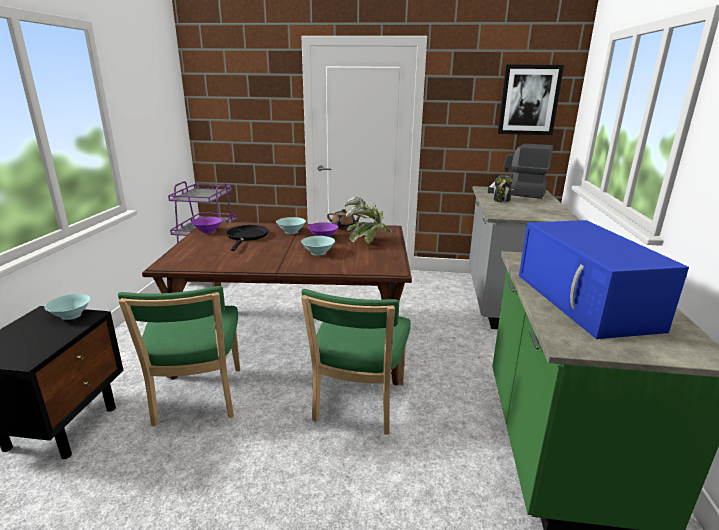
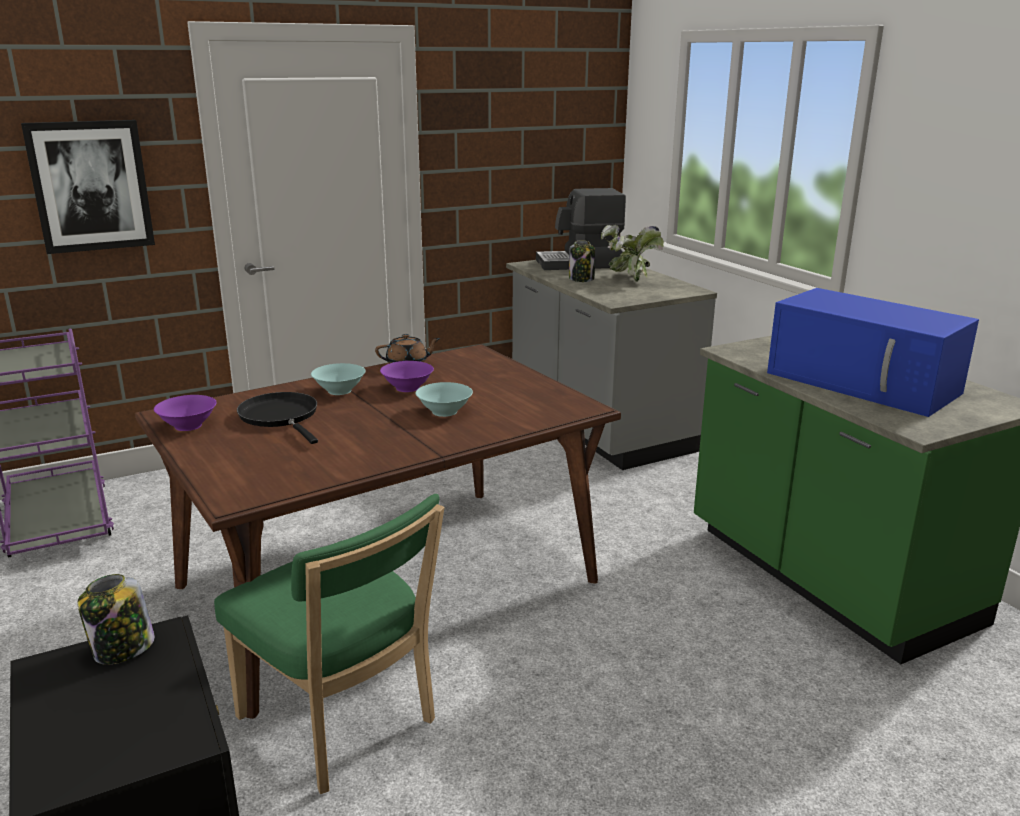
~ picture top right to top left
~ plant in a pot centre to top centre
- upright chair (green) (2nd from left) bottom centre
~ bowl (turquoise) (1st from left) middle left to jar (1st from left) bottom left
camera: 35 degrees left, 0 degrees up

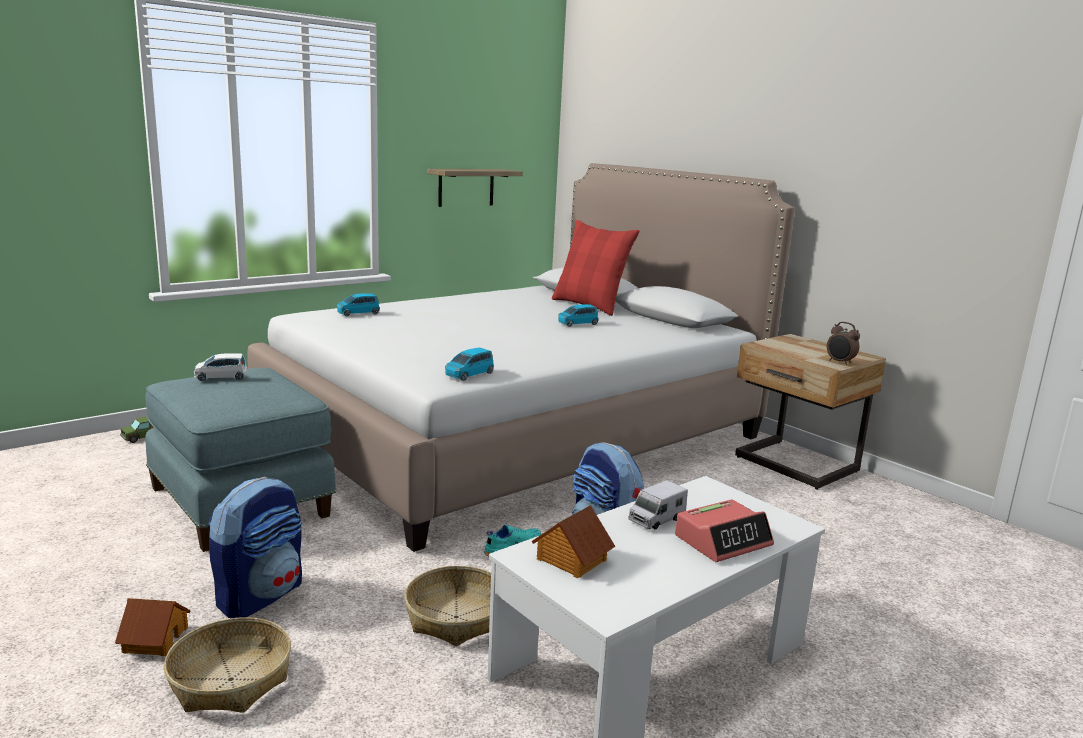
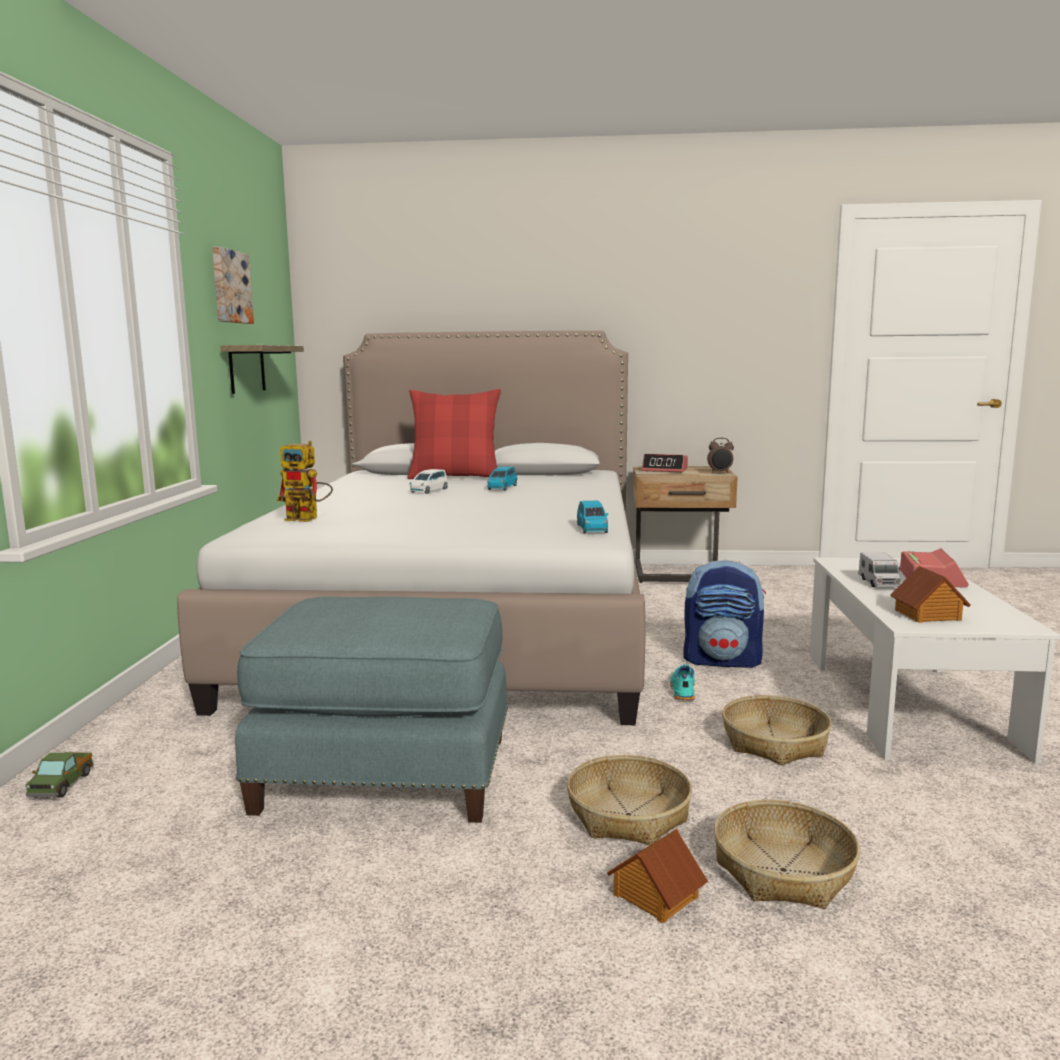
~ toy car (bluish) (1st from left) middle left to robot figure middle left
~ toy car (whitish) middle left to centre
~ backpack (1st from left) bottom left to basket (1st from left) bottom centre
+ picture top left
+ alarm clock (1st from left) centre
camera: 45 degrees left, 5 degrees down

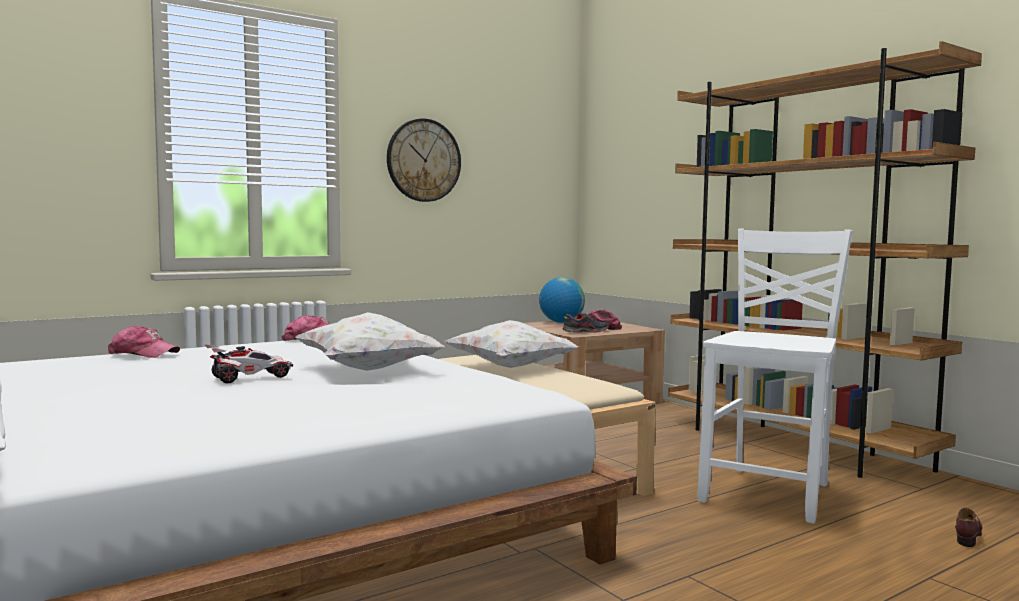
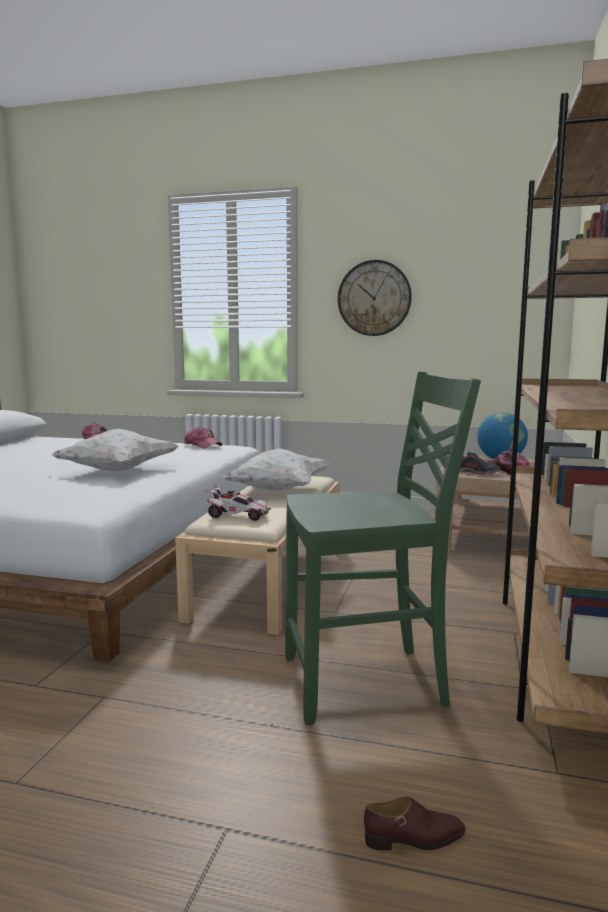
~ upright chair (whitish) middle right to upright chair (green) centre
~ toy car middle left to centre
camera: 50 degrees right, 5 degrees up

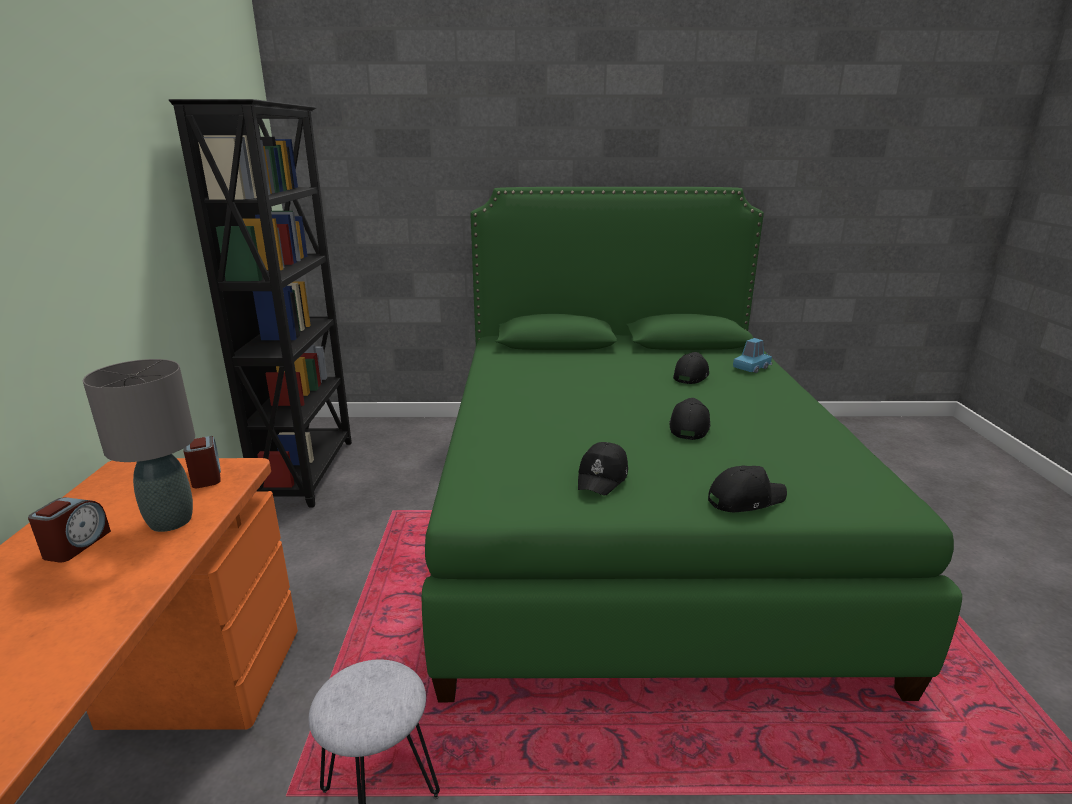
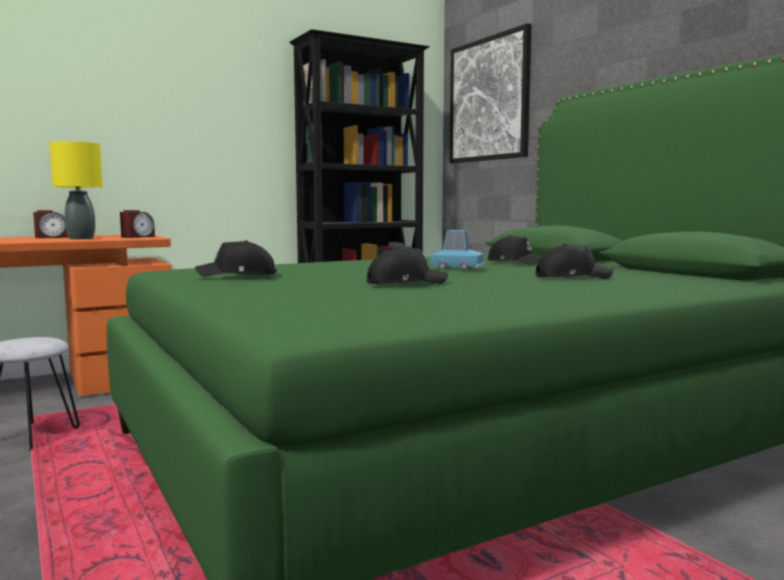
~ toy car (bluish) middle right to centre
~ tabletop lamp (greyish) middle left to tabletop lamp (yellowish) top left
~ peaked cap (black) (4th from left in the first image) middle right to peaked cap (black) (3rd from left) centre
+ picture top centre
camera: 60 degrees right, 15 degrees down

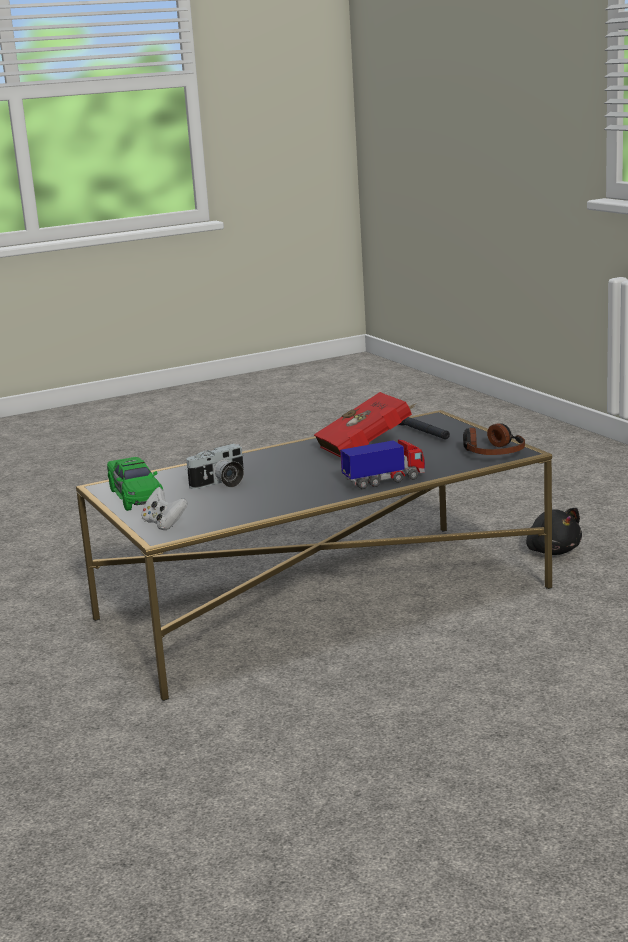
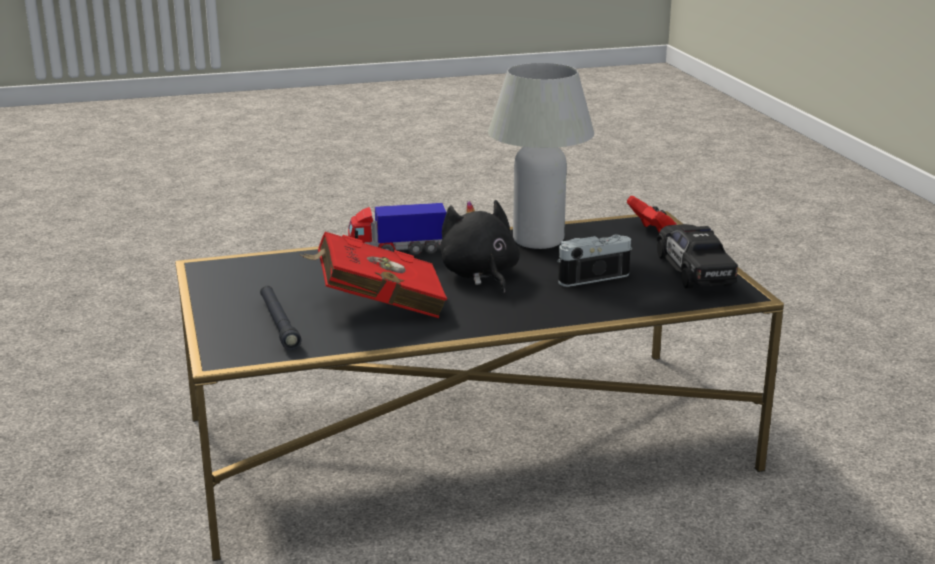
- headset middle right
~ toy car (green) middle left to toy car (black) middle right
~ gamepad (whitish) middle left to gamepad (reddish) middle right
~ plush toy (black) middle right to centre
+ tabletop lamp (whitish) top centre
camera: 170 degrees left, 5 degrees up

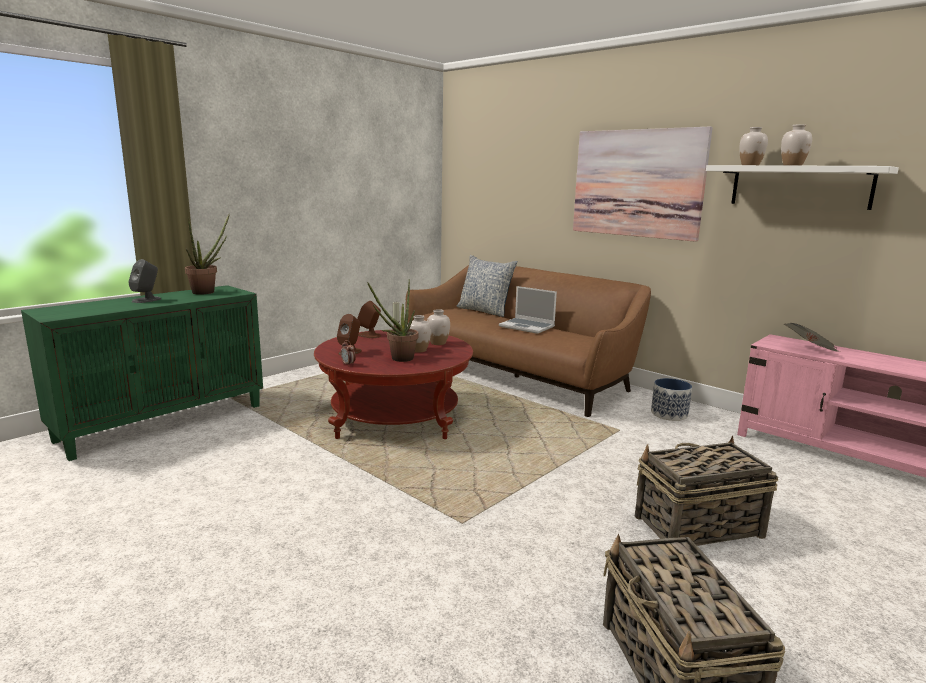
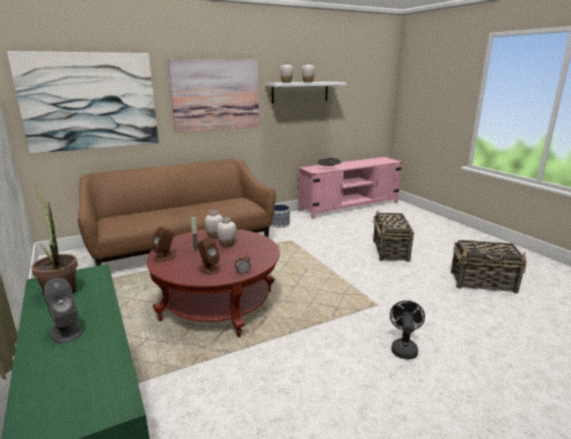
- throw pillow centre
- plant in a pot (2nd from left) centre
- portable computer centre
+ picture (1st from left) top left
+ fan (black) bottom right
camera: 70 degrees left, 5 degrees up

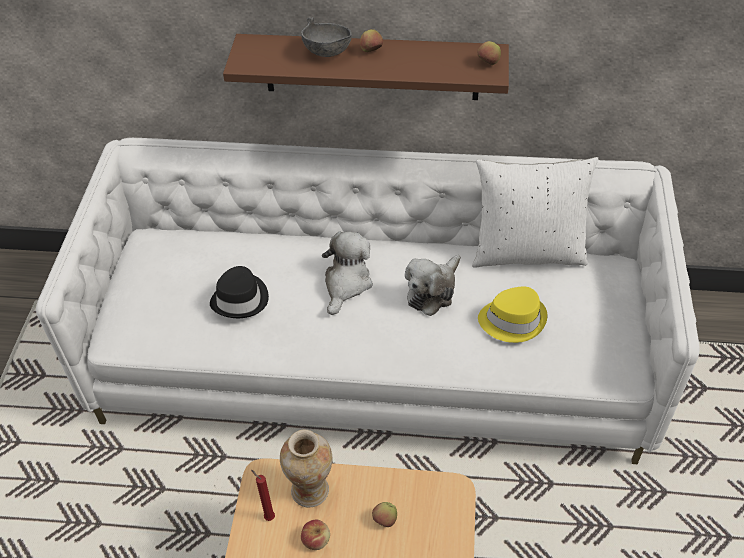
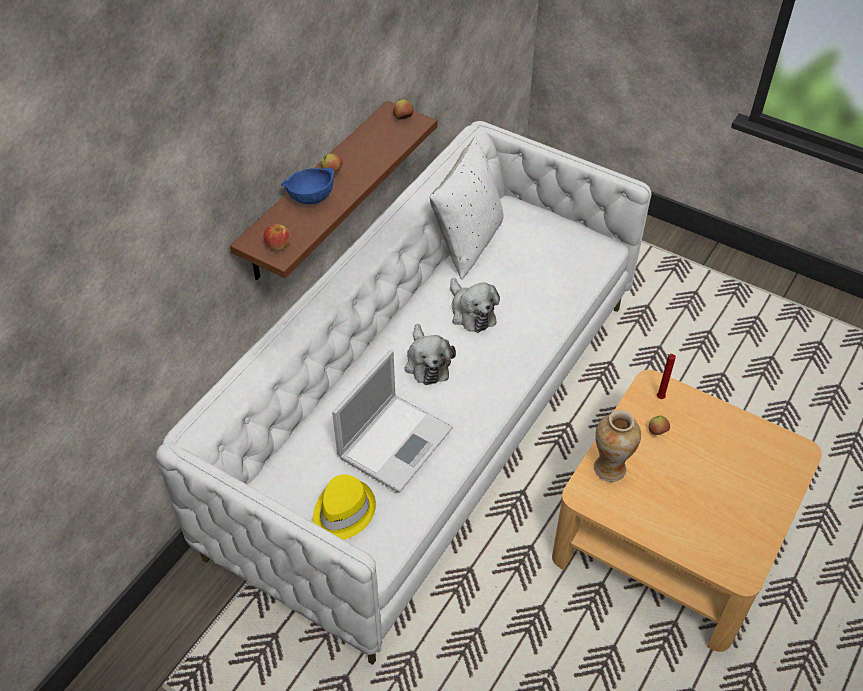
~ bowl (greyish) top centre to bowl (bluish) top centre
~ plush toy (1st from left) centre = centre 150 degrees counterclockwise
~ hat (black) middle left to portable computer centre
~ hat (yellowish) middle right to bottom centre
~ wax candle (reddish) bottom centre to middle right
~ whole apple (1st from left) bottom centre to middle left
camera: 65 degrees left, 0 degrees up

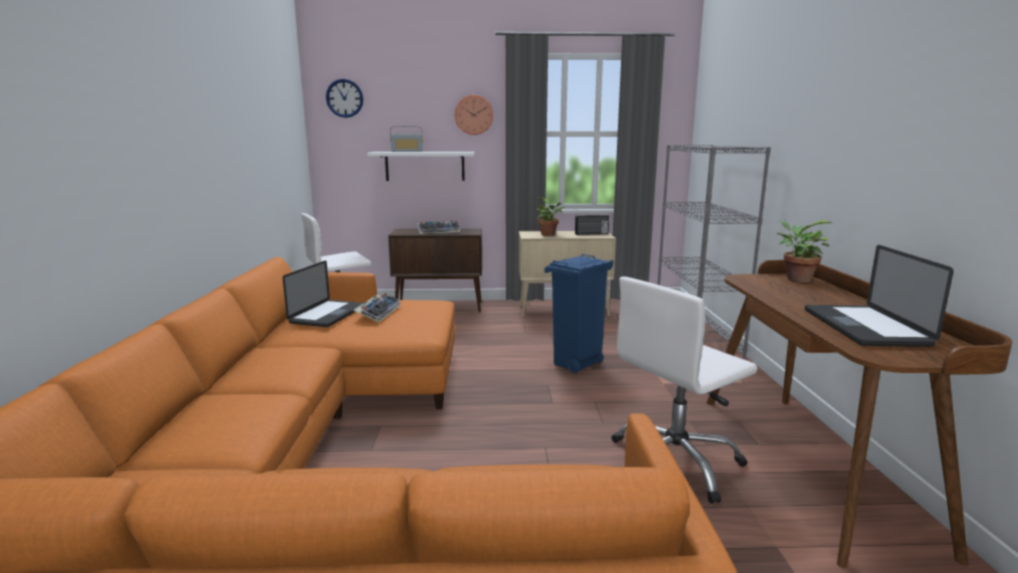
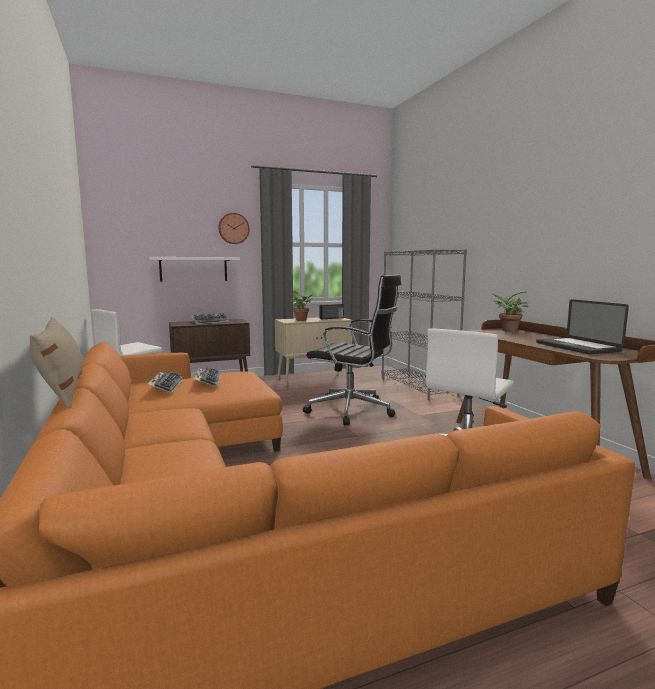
- hanging clock (1st from left) top centre
- radio receiver (1st from left) top centre
~ rubbish bin (bluish) centre to desk chair (black) centre
~ portable computer (1st from left) middle left to PC keyboard (1st from left) middle left
+ throw pillow (beige-coloured) middle left
camera: 20 degrees left, 5 degrees down

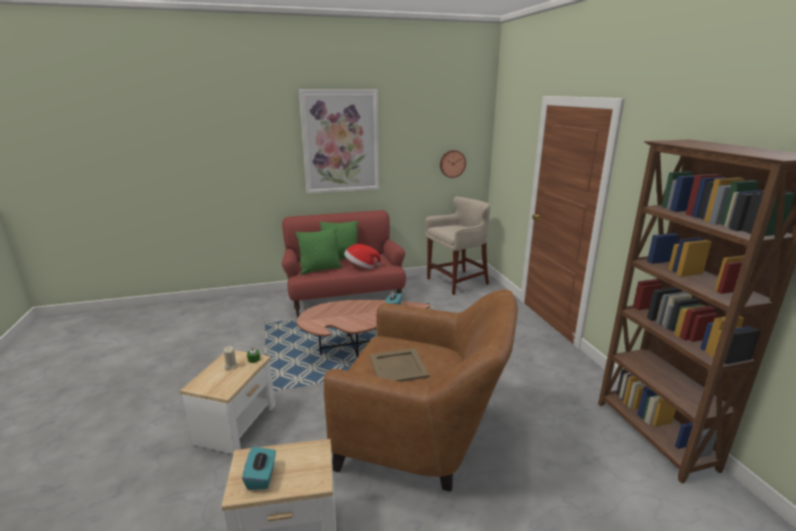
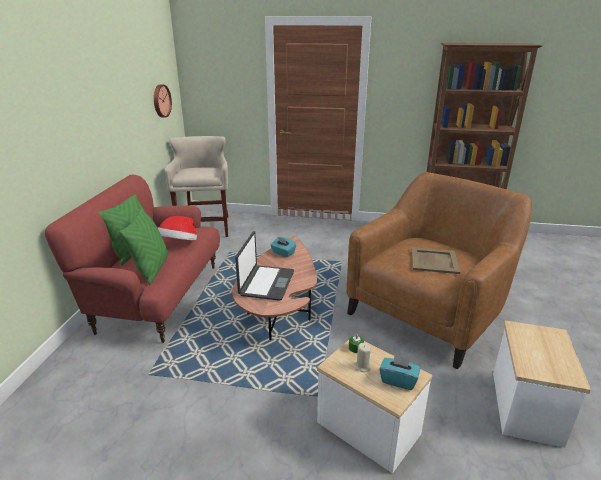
- picture top centre
~ tissue holder (turquoise) (1st from left in the first image) bottom left to tissue holder (turquoise) (2nd from left) bottom centre
+ portable computer centre
camera: 65 degrees left, 5 degrees up

